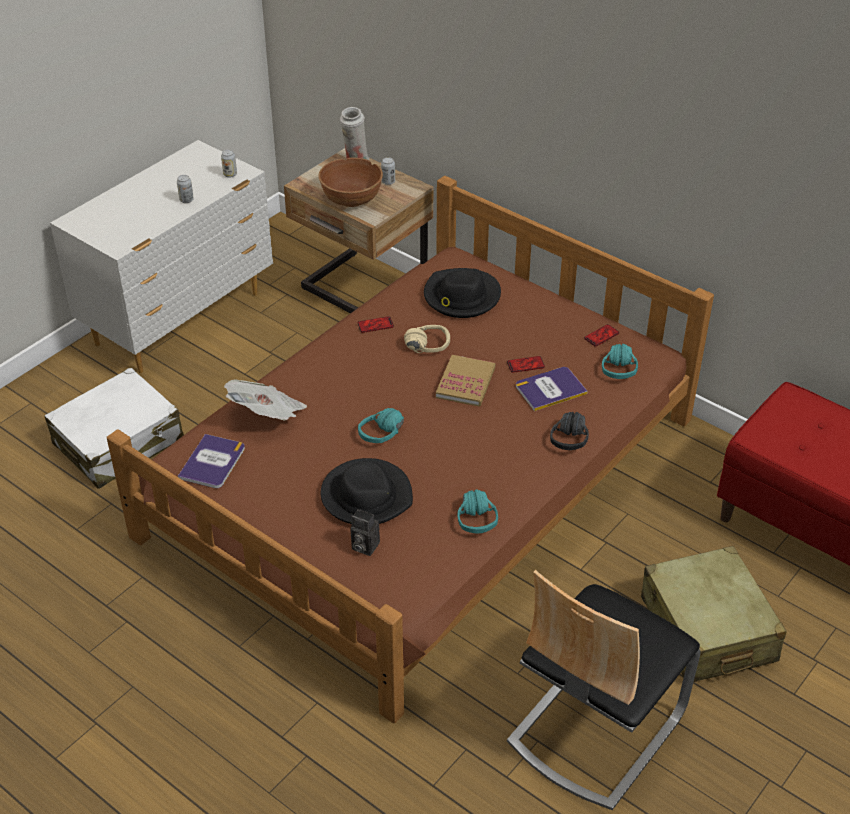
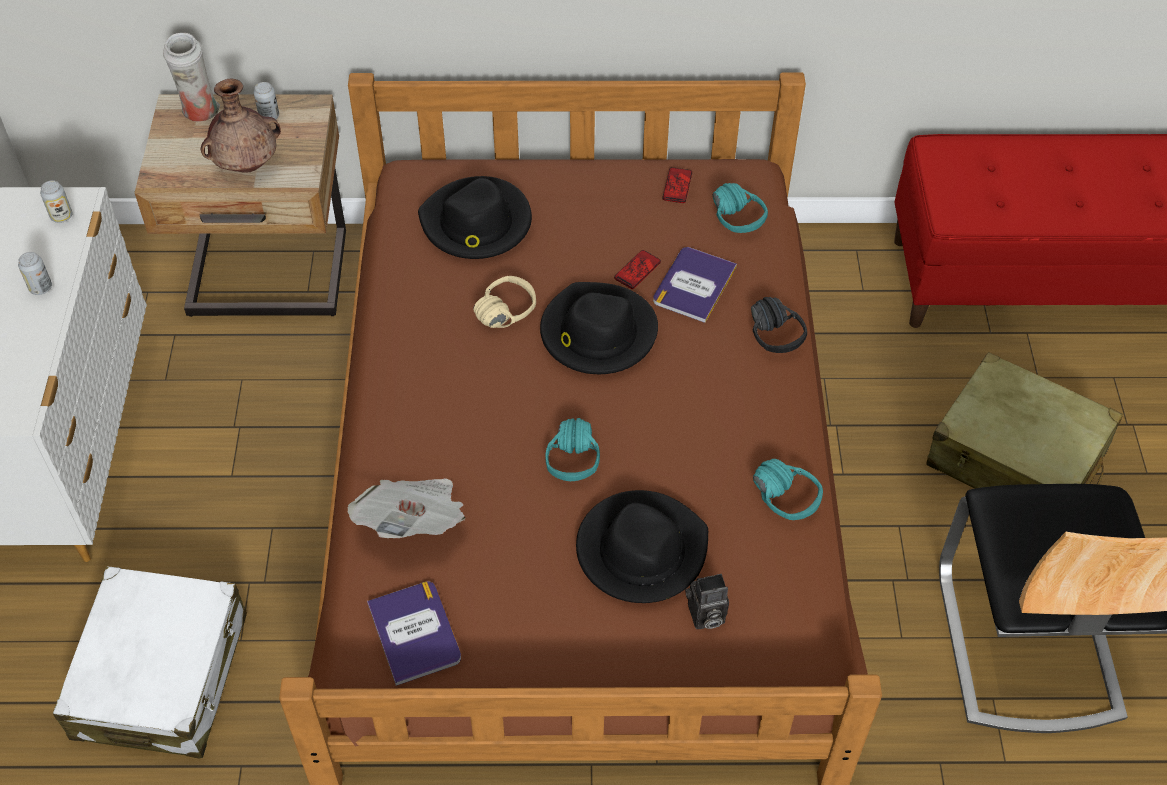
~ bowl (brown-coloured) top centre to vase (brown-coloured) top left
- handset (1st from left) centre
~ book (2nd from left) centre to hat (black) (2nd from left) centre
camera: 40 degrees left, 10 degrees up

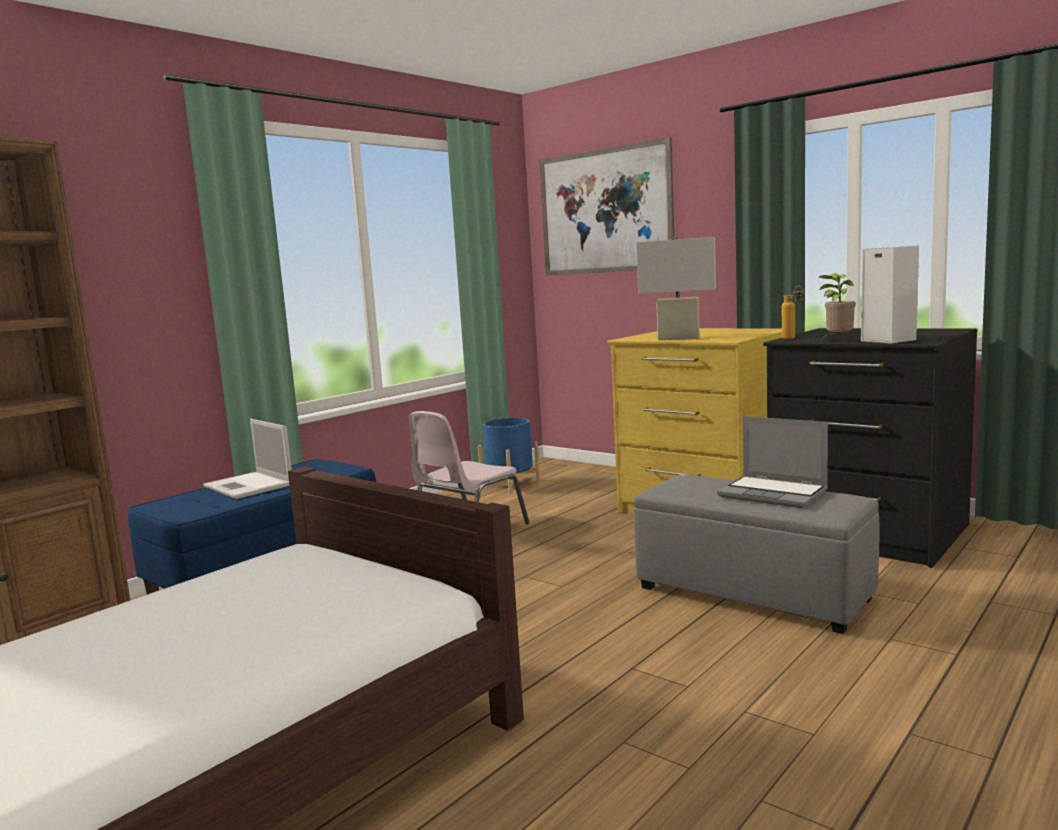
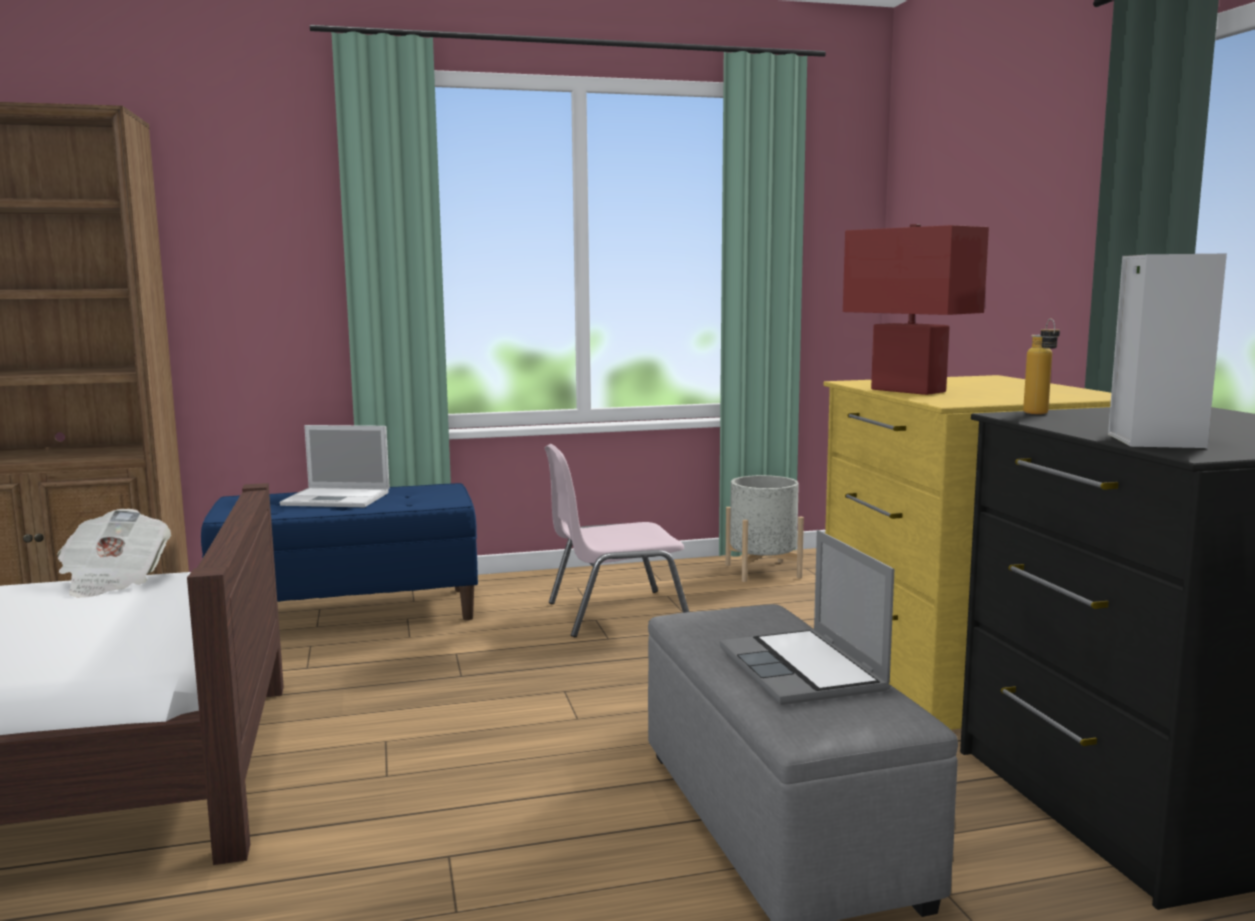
- picture top centre
~ tabletop lamp (whitish) centre to tabletop lamp (reddish) middle right
- plant in a pot middle right
~ flower pot (bluish) centre to flower pot (greyish) centre
~ portable computer (1st from left) middle left = middle left 75 degrees counterclockwise
+ printed paper middle left
camera: 35 degrees right, 0 degrees up

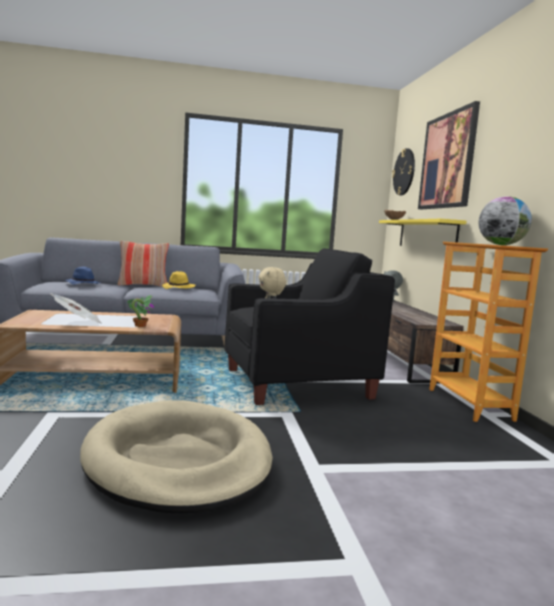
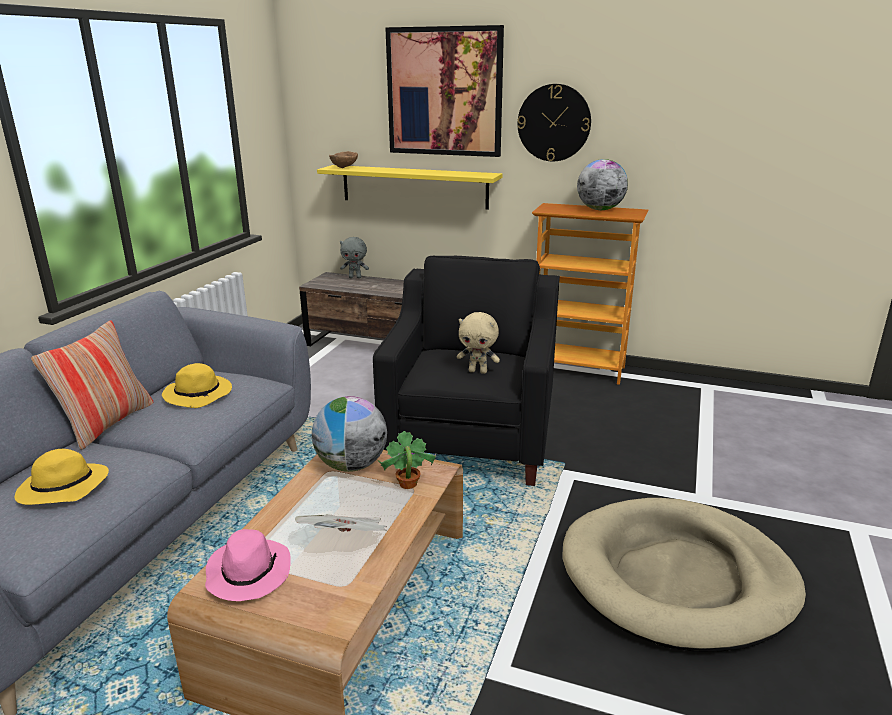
~ hanging clock top right to top centre
~ hat (bluish) middle left to hat (yellowish) (1st from left) bottom left
+ world globe (1st from left) centre
+ hat (pink-coloured) bottom left
camera: 60 degrees left, 15 degrees up

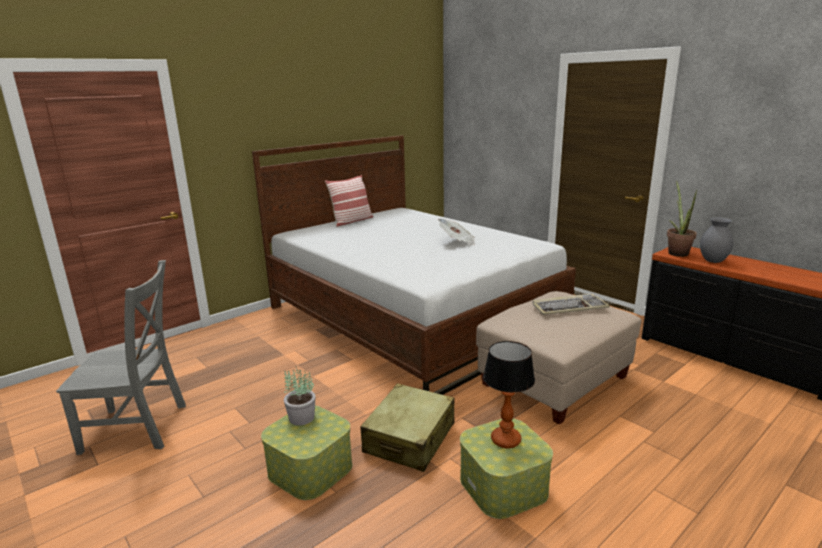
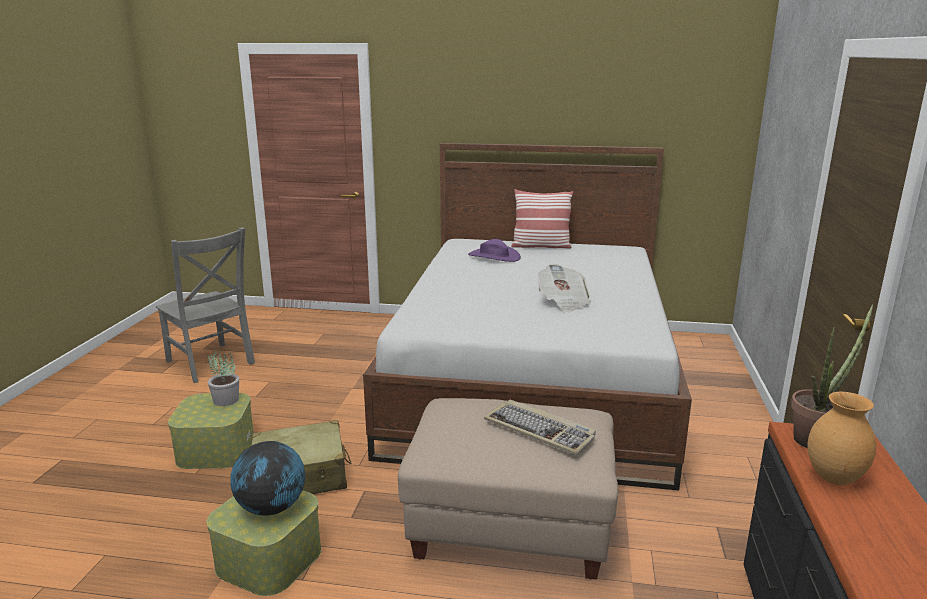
~ vase (greyish) middle right to vase (brown-coloured) bottom right
~ tabletop lamp bottom centre to world globe bottom left
+ hat (purplish) centre
camera: 50 degrees right, 0 degrees up

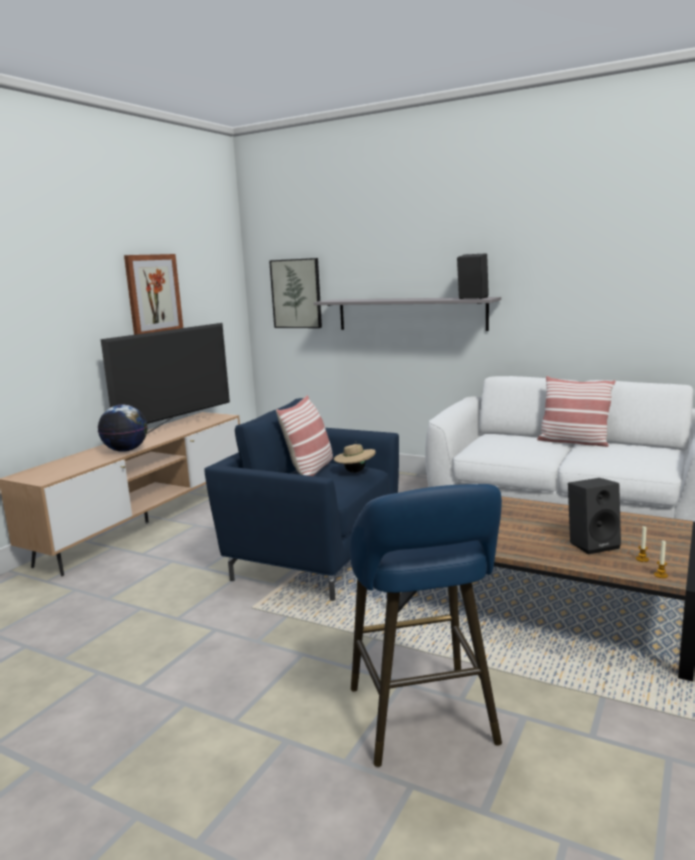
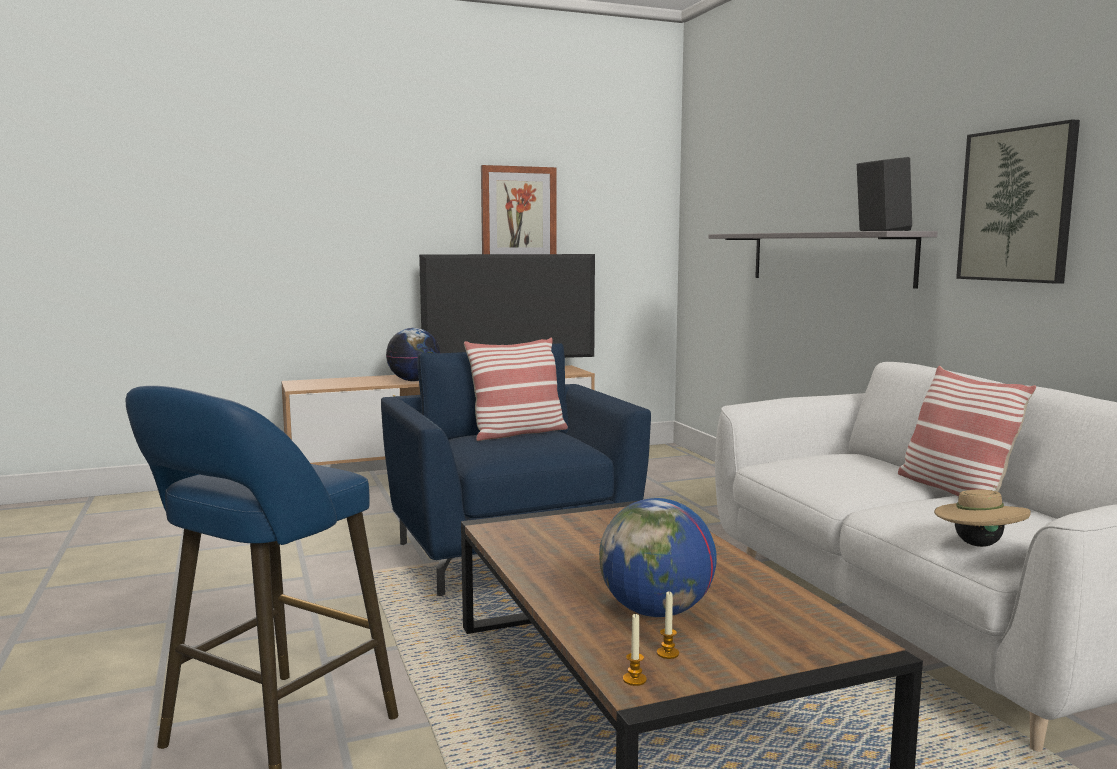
~ picture (2nd from left) centre to top right
~ hat (beige-coloured) centre to bottom right
~ speaker (black) (2nd from left) middle right to world globe (2nd from left) bottom centre
camera: 40 degrees right, 5 degrees down

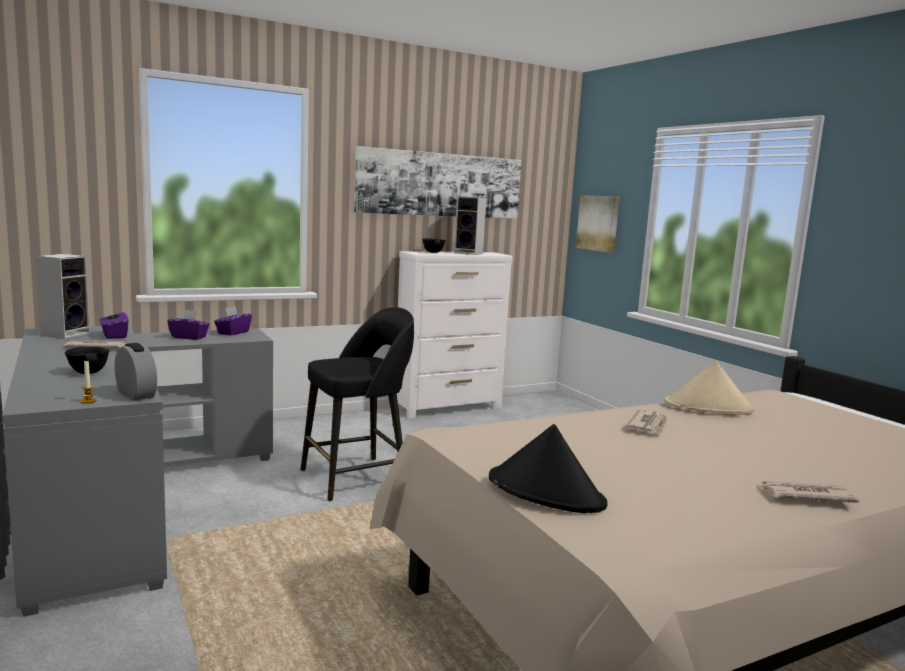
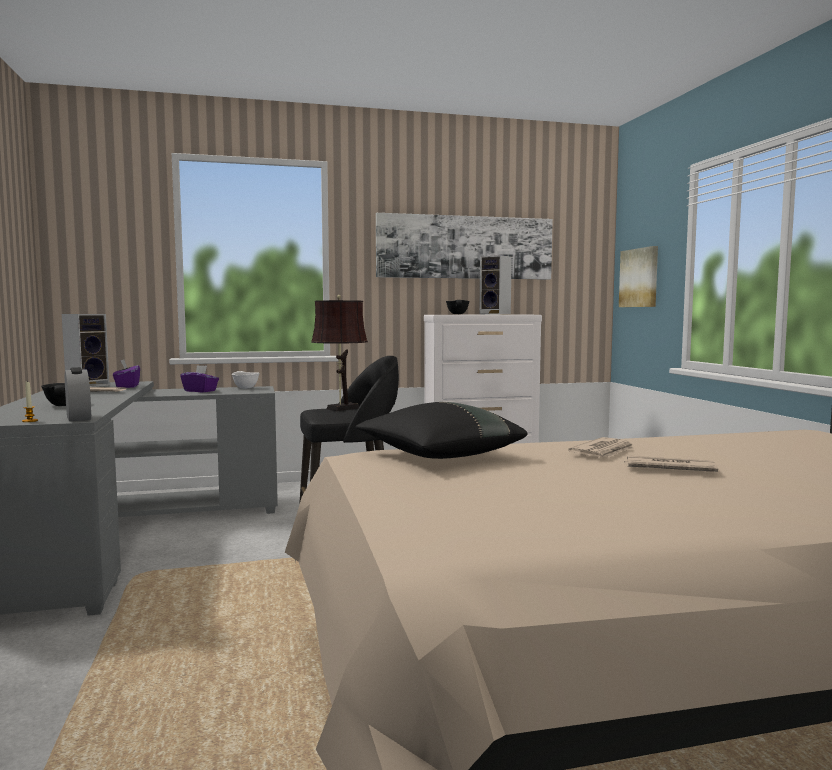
~ tissue holder (purplish) (3rd from left) middle left to bowl (whitish) middle left
- hat (beige-coloured) middle right
- hat (black) bottom centre
~ printed paper (3rd from left) bottom right to middle right
+ tabletop lamp (brown-coloured) centre
+ throw pillow (black) centre
camera: 15 degrees right, 5 degrees down

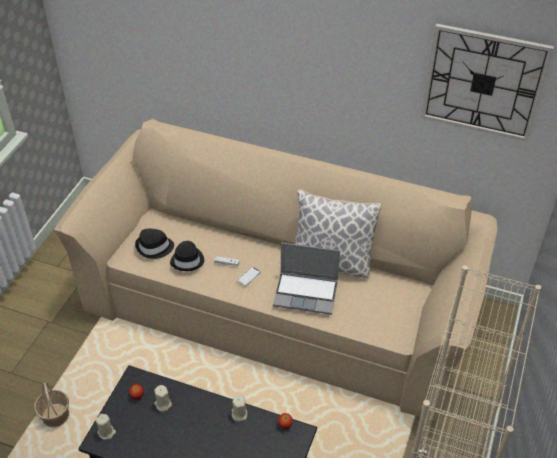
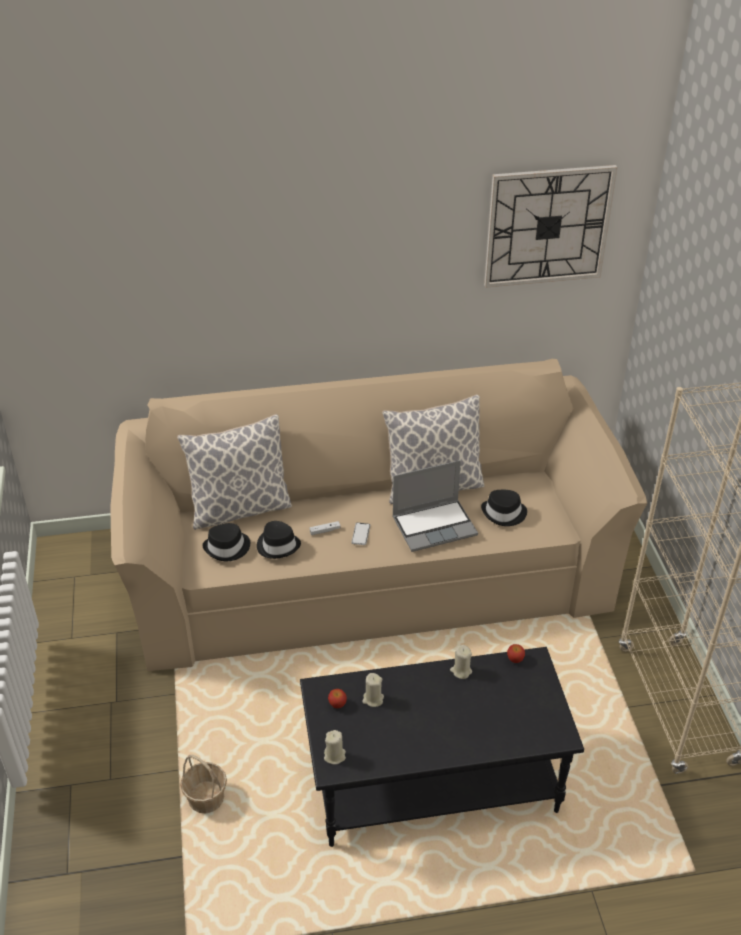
+ throw pillow (1st from left) middle left
+ hat (black) (3rd from left) middle right
camera: 30 degrees left, 5 degrees down

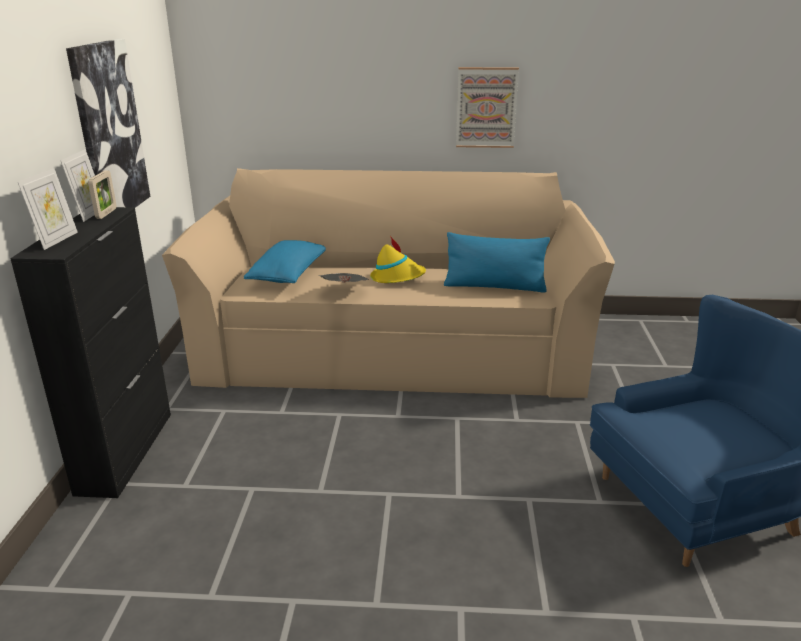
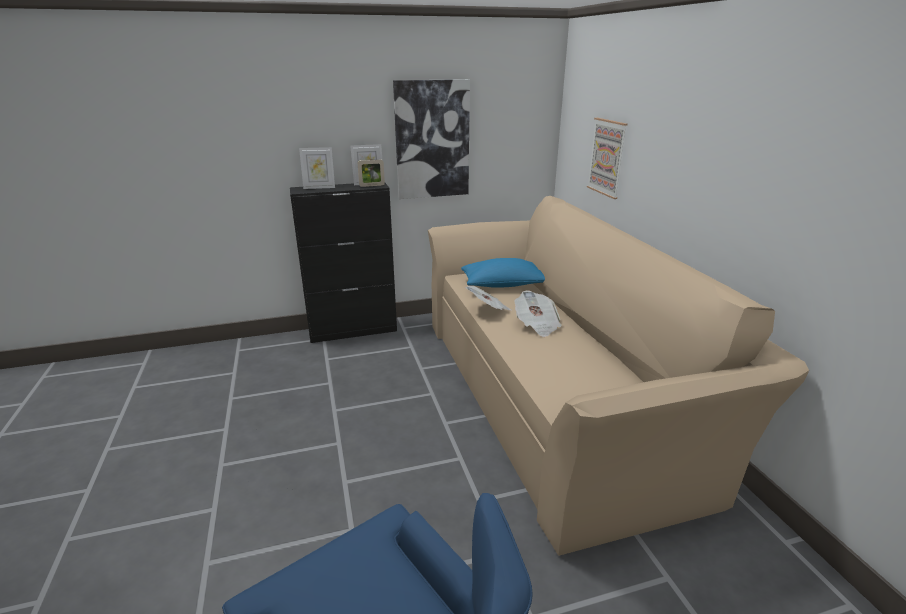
~ picture (2nd from left) top centre to top right
- throw pillow (bluish) (2nd from left) centre
~ hat (yellowish) centre to printed paper (2nd from left) centre
camera: 70 degrees right, 0 degrees up

